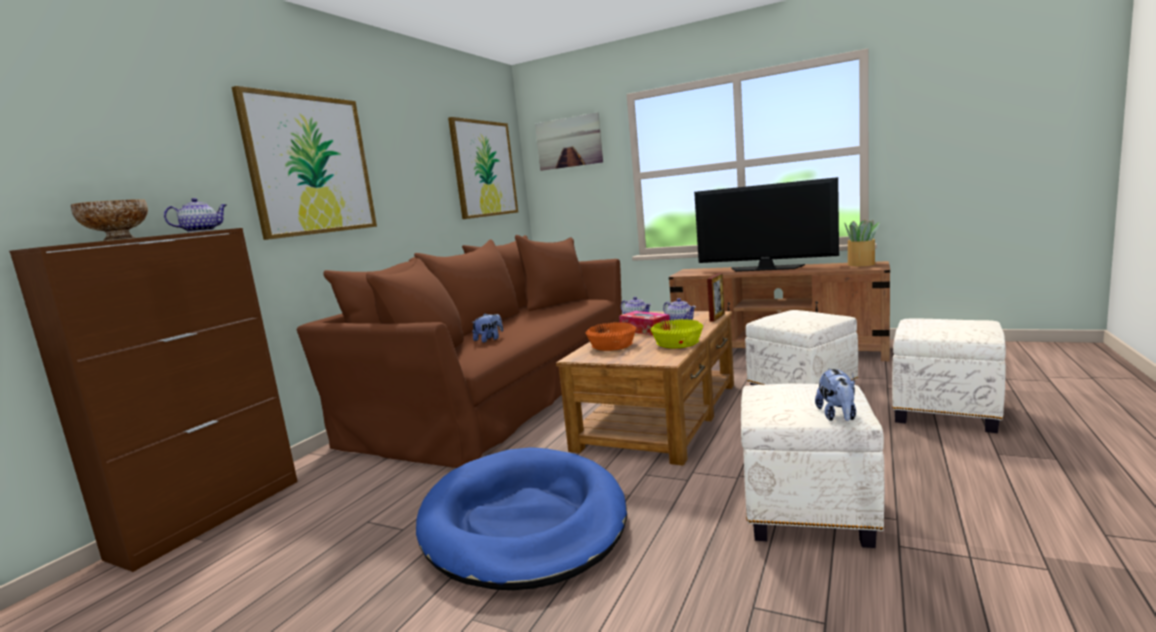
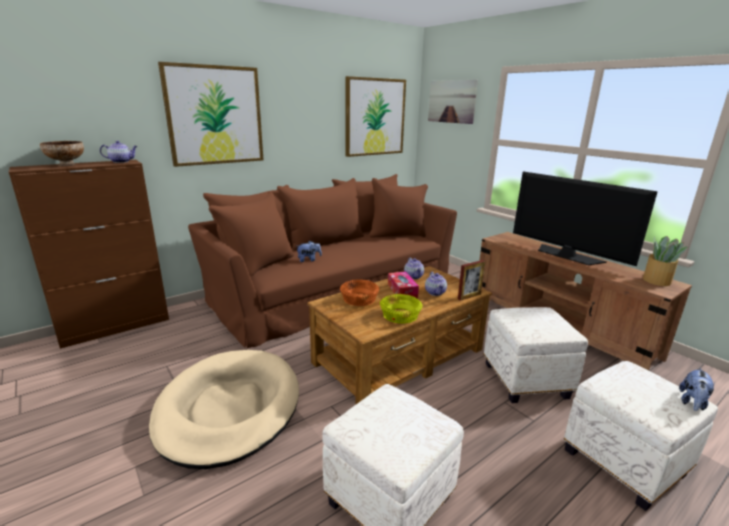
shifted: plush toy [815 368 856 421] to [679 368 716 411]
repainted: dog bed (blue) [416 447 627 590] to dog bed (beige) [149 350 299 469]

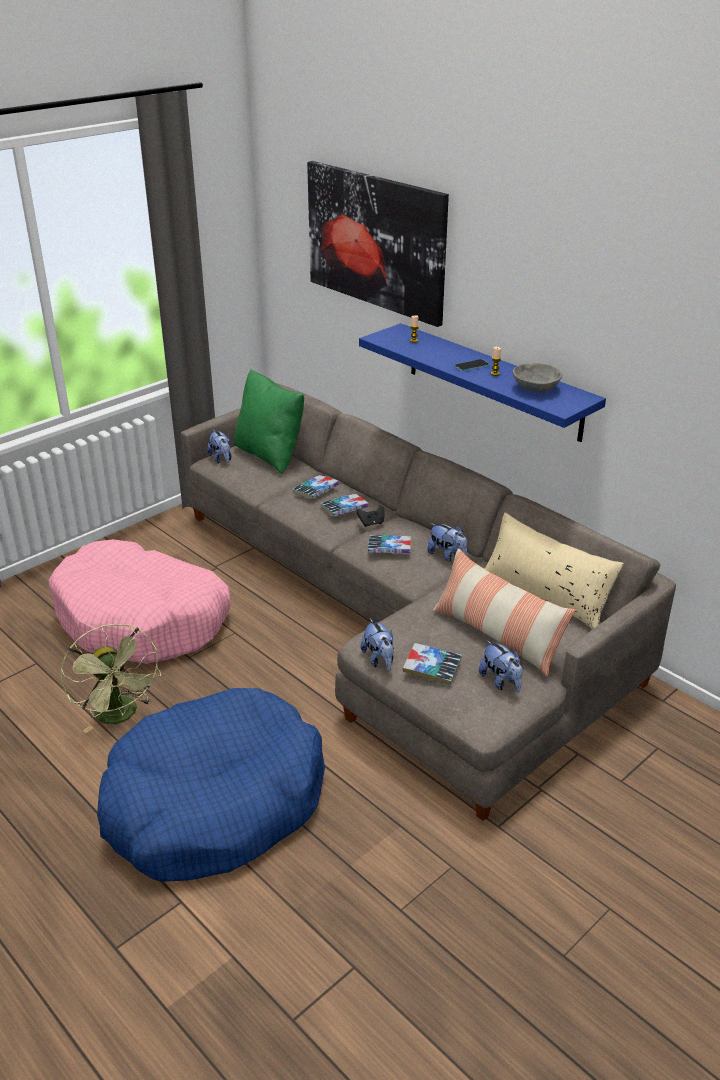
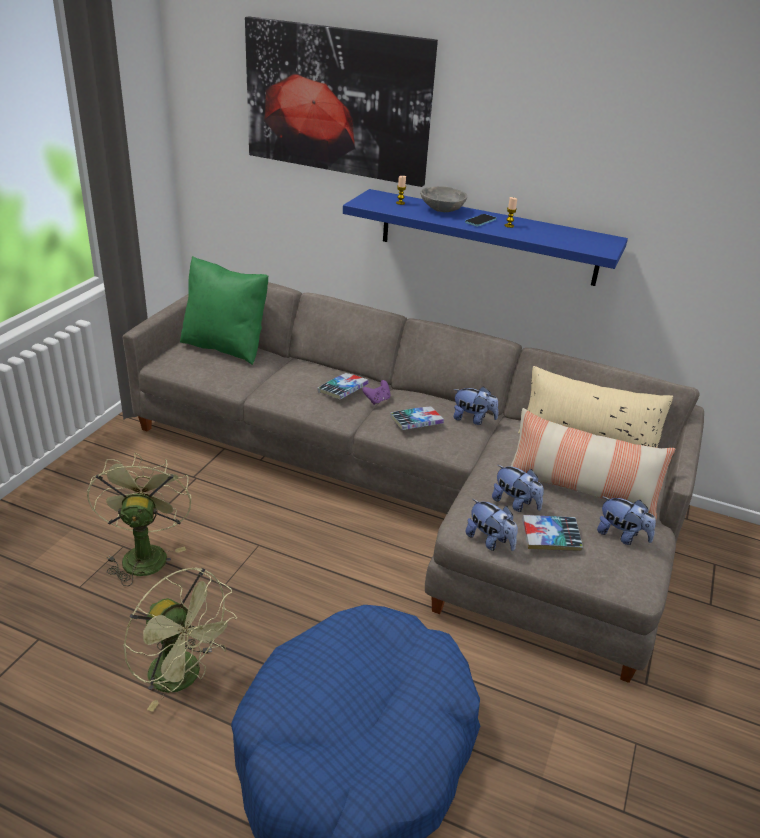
gone: book [292 475 339 499]
shifted: plush toy [207 430 231 464] to [492 465 544 512]; bowl (grey) [513 363 562 392] to [420 186 467 212]
swapped: dog bed (pink) [49 539 230 664] to fan (green) [87 453 191 586]
repainted: game controller (black) [357 505 385 527] to game controller (purple) [362 380 391 405]

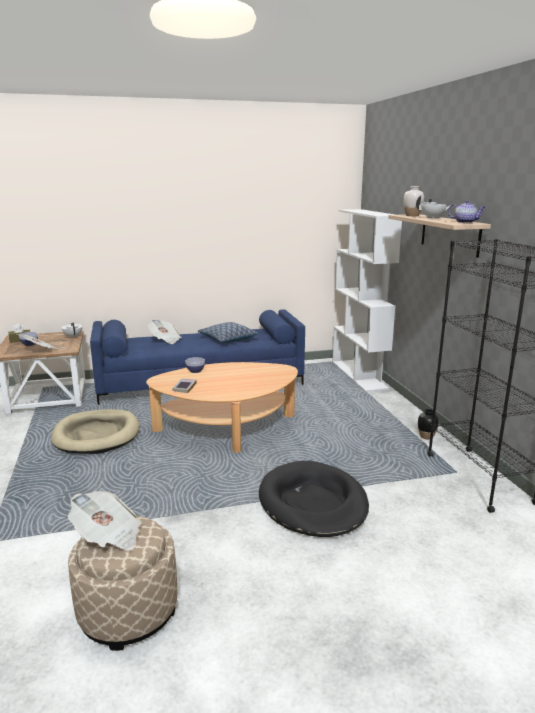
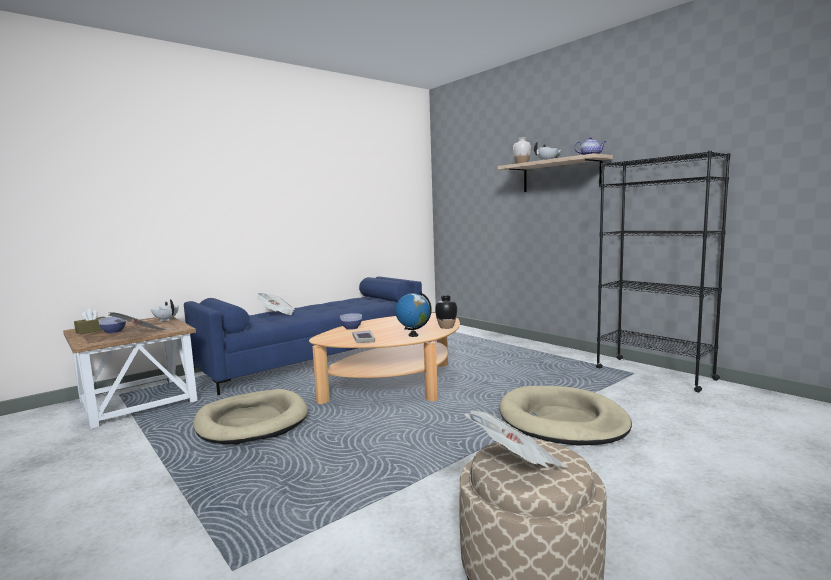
gone: pillow [198 322 258 343]; bookcase (white) [332 209 402 392]
new: globe [395 292 432 337]
shifted: vase (black) [418 409 439 439] to [435 295 457 329]
repainted: dog bed (black) [259 461 369 537] to dog bed (beige) [499 386 632 446]

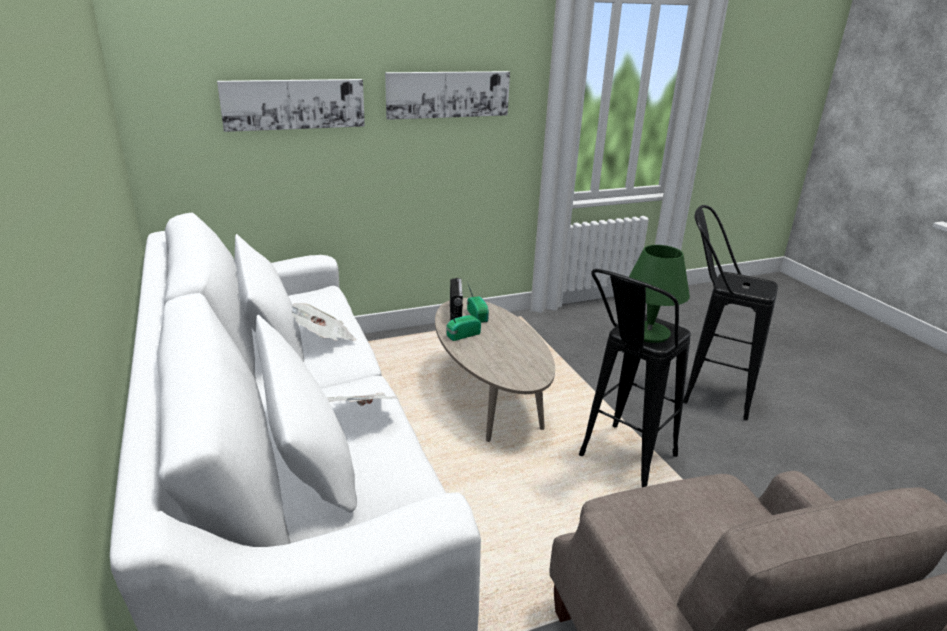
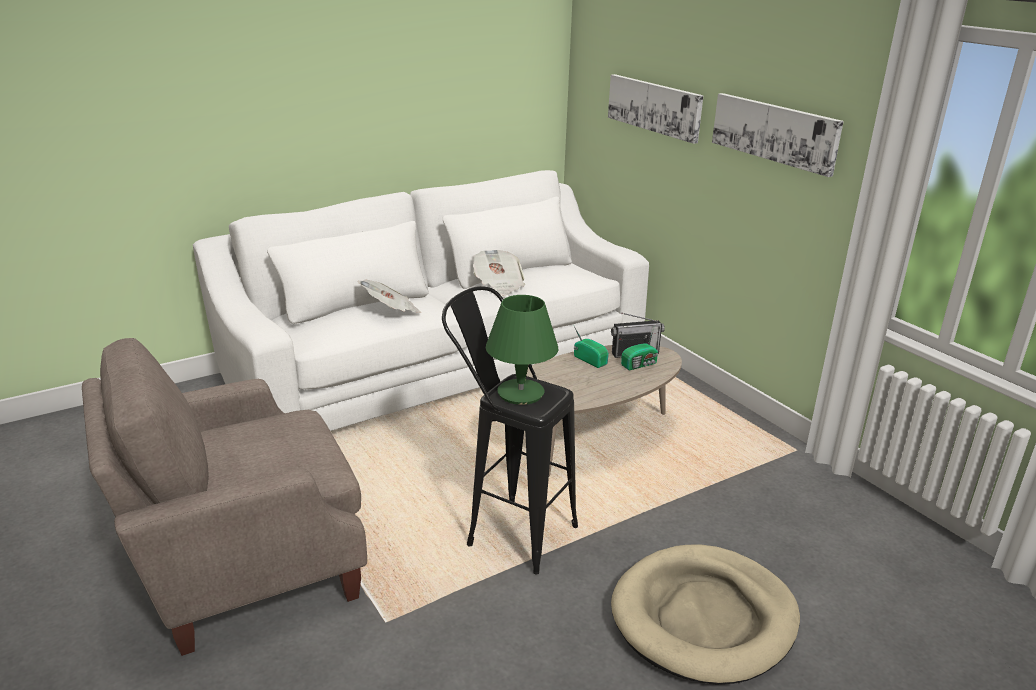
swapped: stool (black) [683 205 778 421] to dog bed (beige) [611 544 800 684]

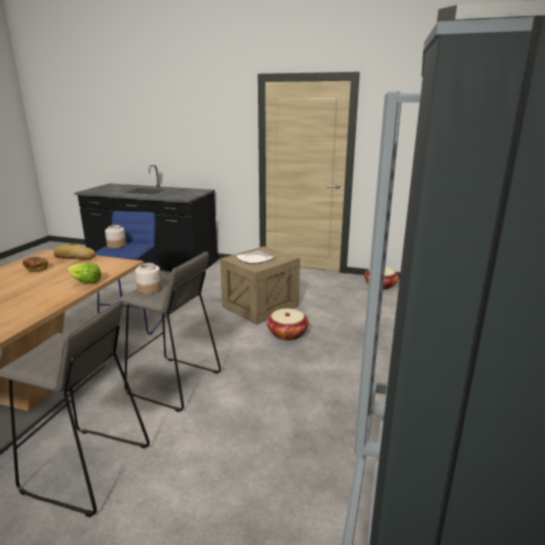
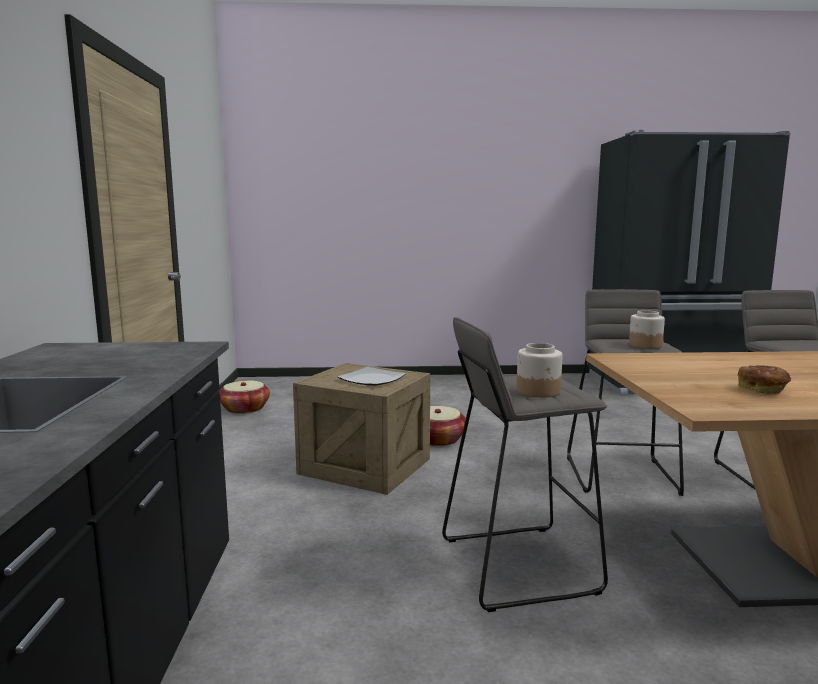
gone: bread [54 243 96 260]; lettuce [67 263 101 284]
repainted: stool (blue) [95 211 167 335] to stool (grey) [442 317 608 612]

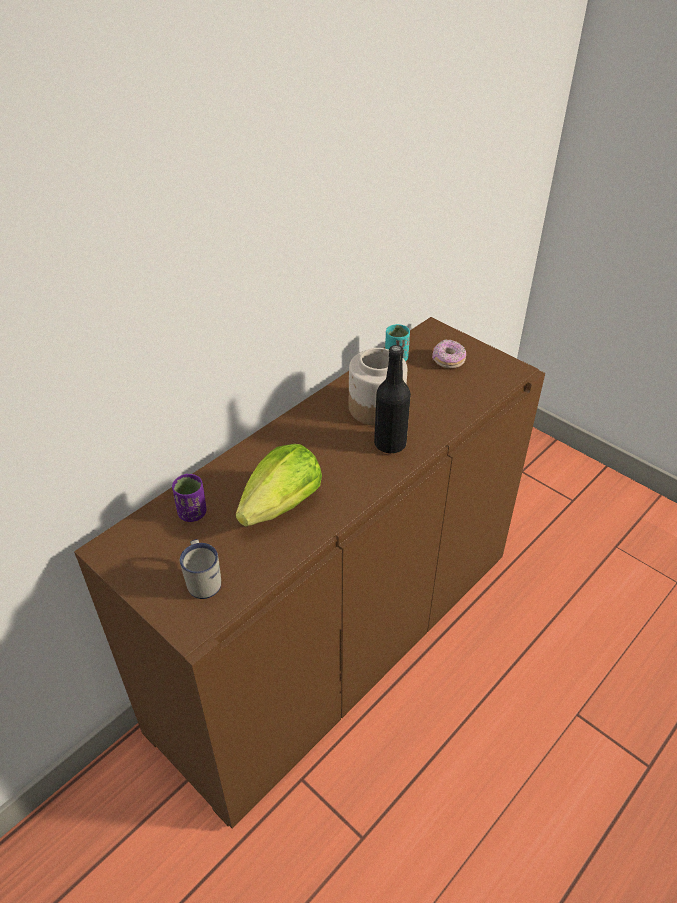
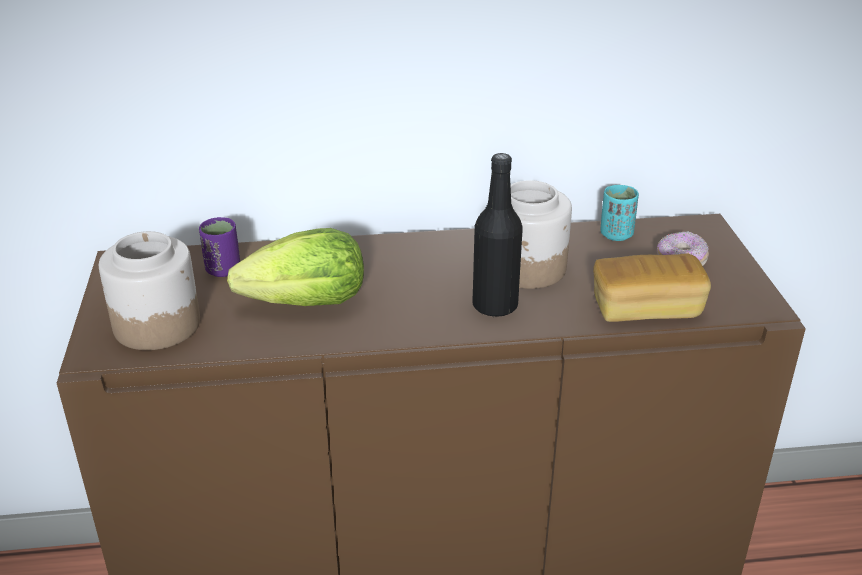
new: bread [593 253 711 322]
swapped: mug (white) [180 539 221 599] to jar [99 231 200 350]

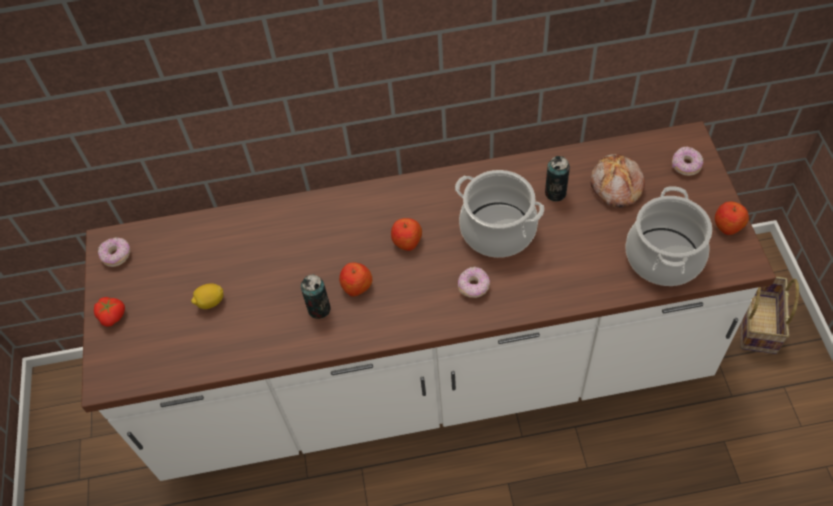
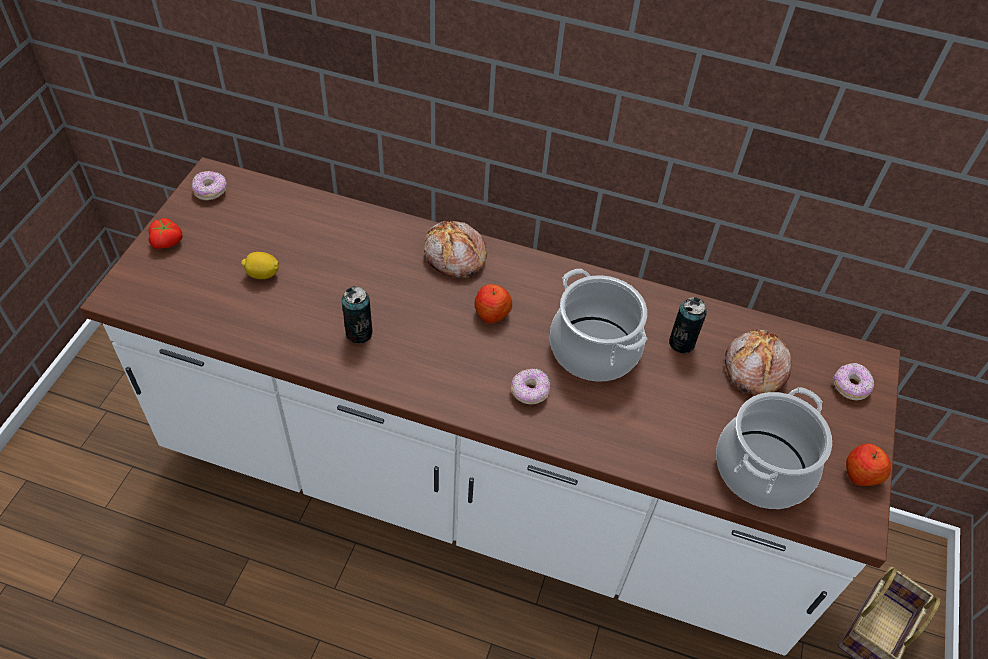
gone: apple [339 262 372 296]
new: bread [424 221 487 278]

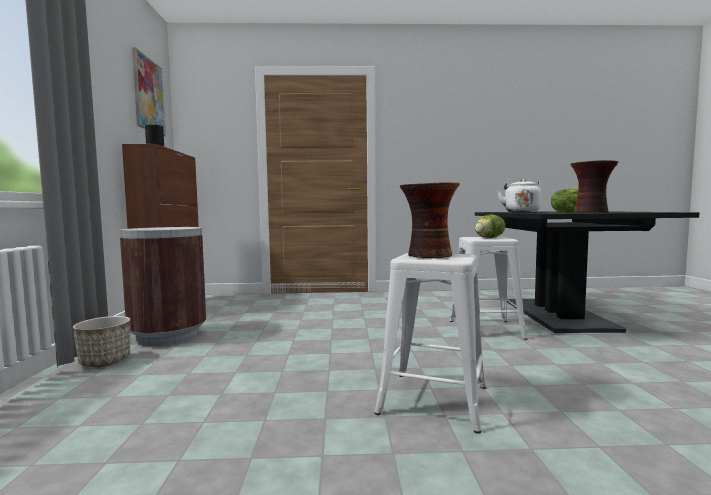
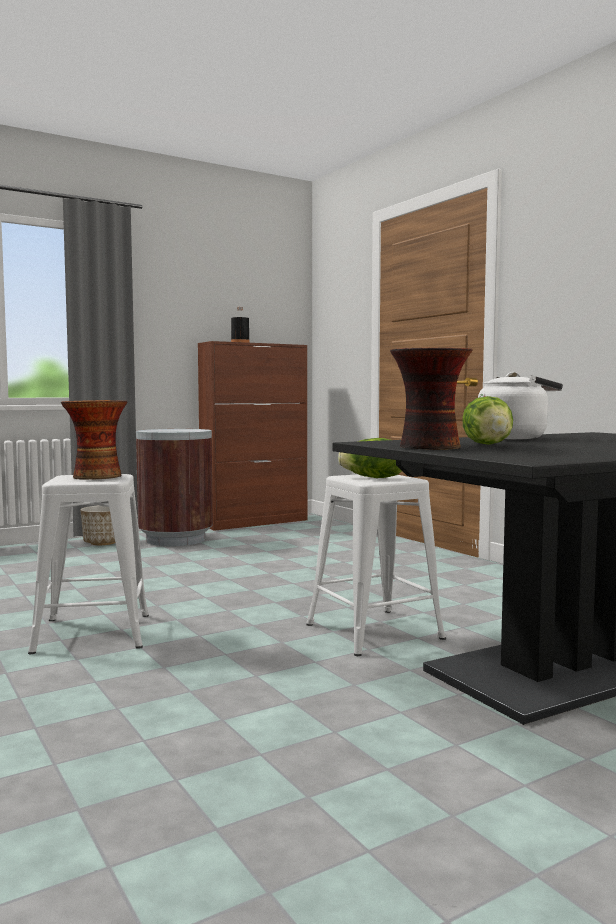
gone: picture [132 47 166 136]

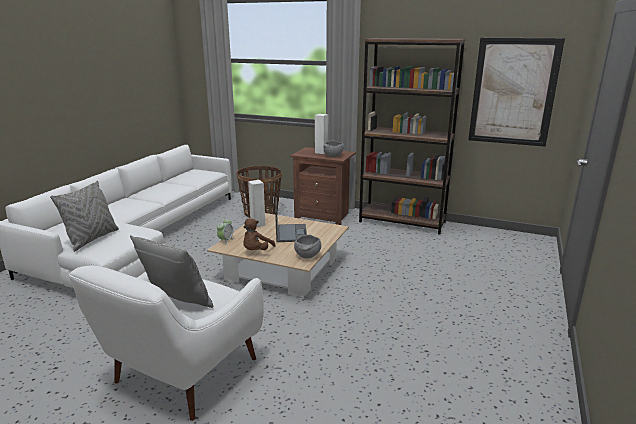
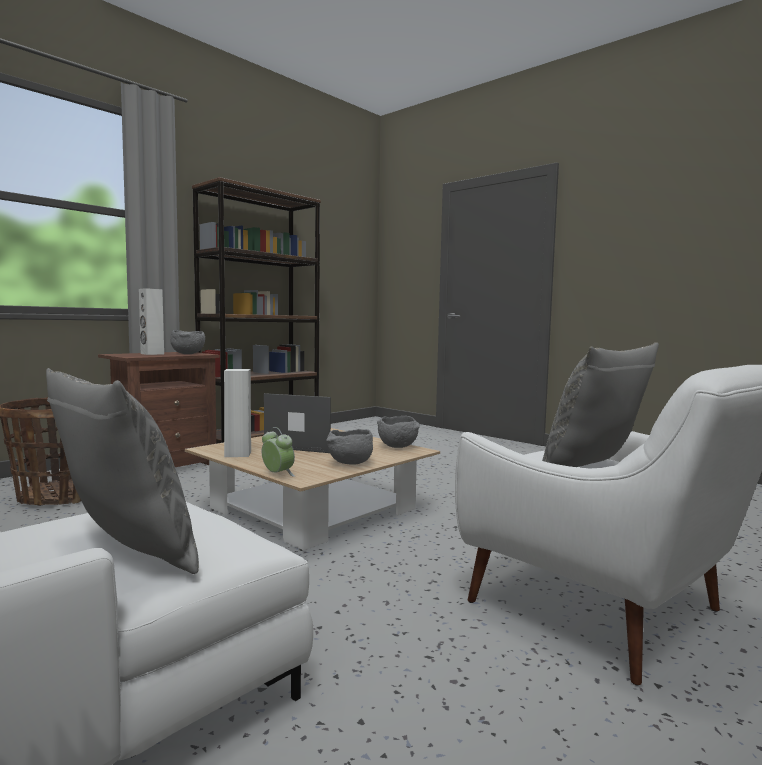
gone: picture [468 38 565 147]
swapped: plush toy (brown) [243 218 276 250] to bowl (grey) [326 429 373 465]

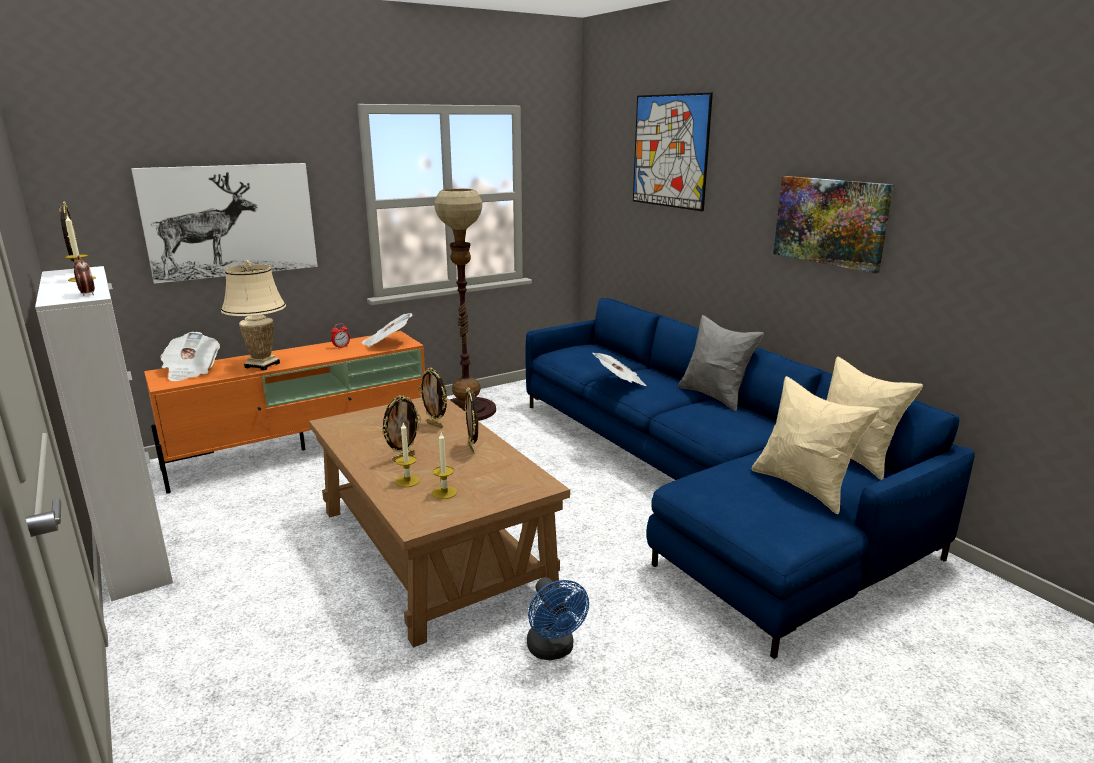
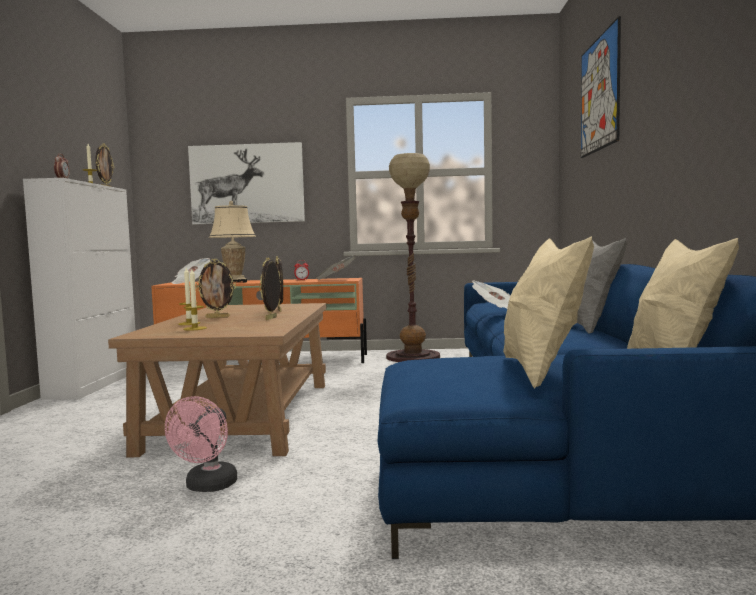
gone: picture [773 176 894 273]
repainted: fan (blue) [527 577 589 660] to fan (pink) [165 396 237 492]

